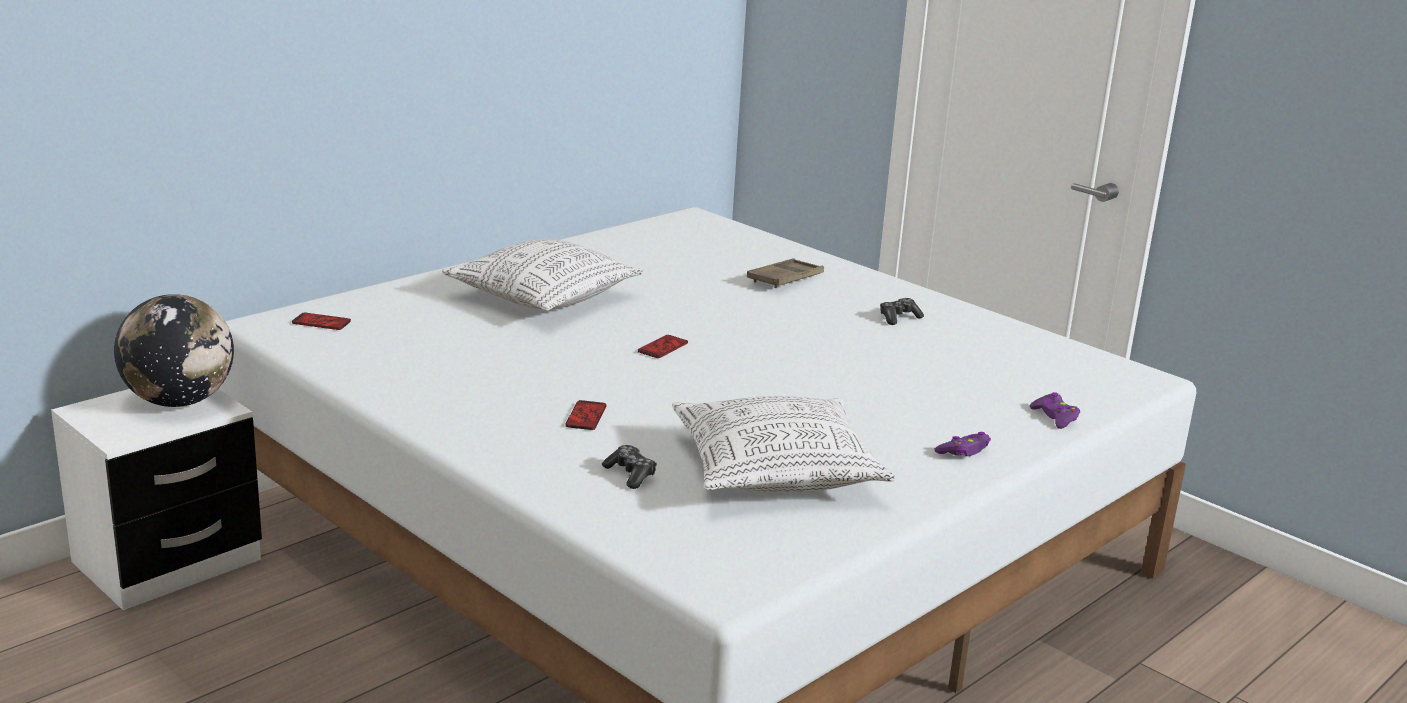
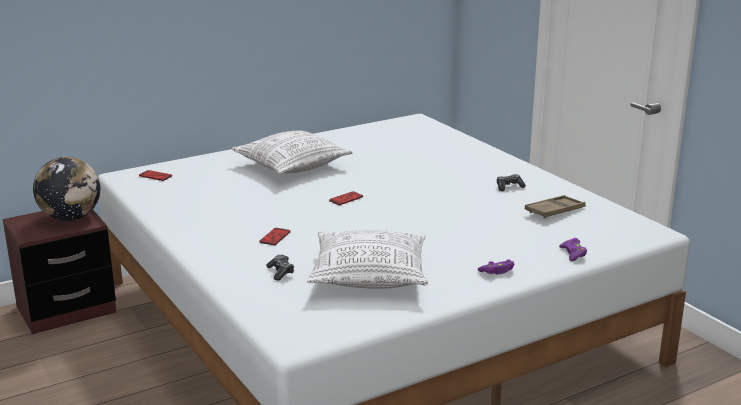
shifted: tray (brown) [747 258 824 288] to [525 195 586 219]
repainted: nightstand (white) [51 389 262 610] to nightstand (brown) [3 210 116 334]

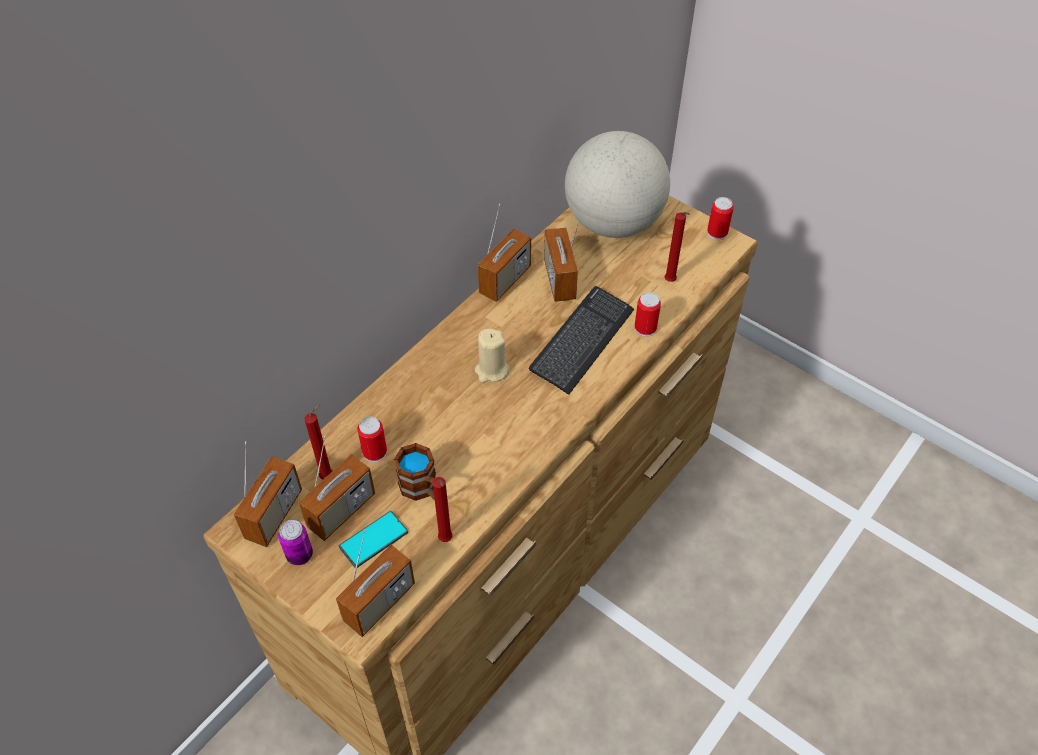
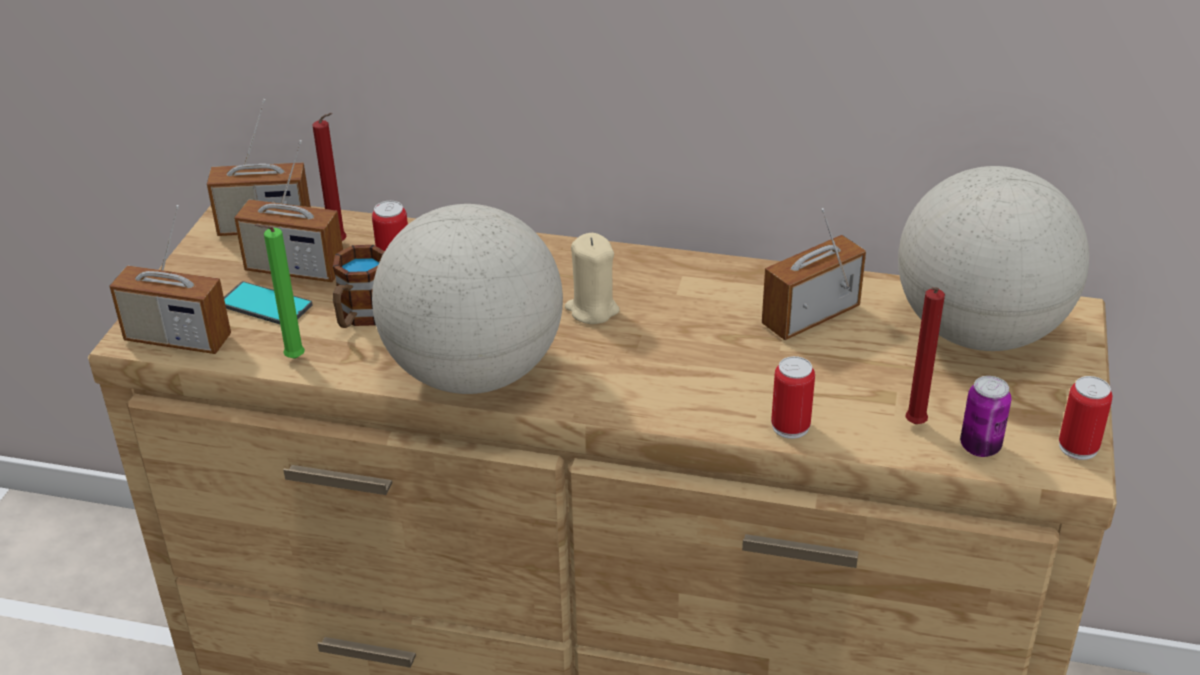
gone: radio [478 203 531 302]; keyboard [529 286 634 395]
new: globe [372 204 563 394]
shifted: can [278 520 313 565] to [960 376 1011 457]
repainted: candle (red) [433 477 453 542] to candle (green) [255 224 305 359]

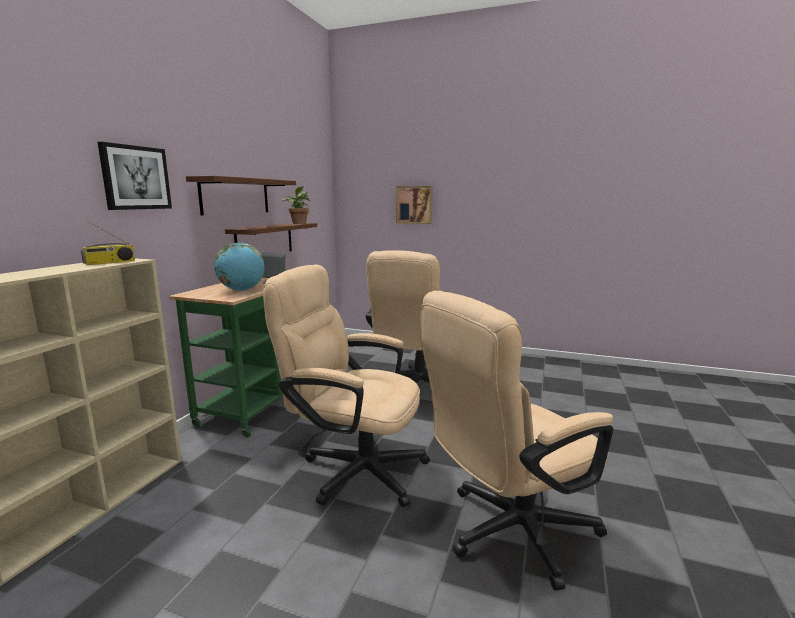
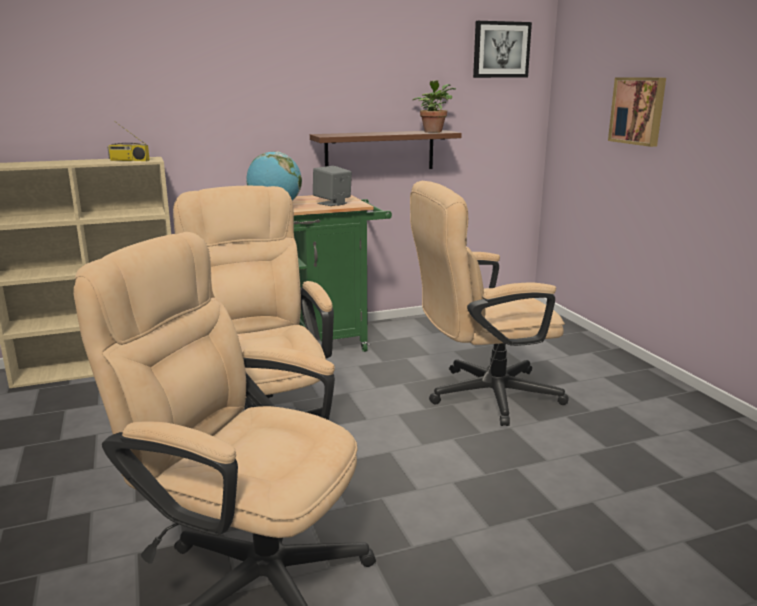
gone: shelf (brown) [186 176 296 216]
shifted: picture [98 142 172 210] to [473 21 532 78]

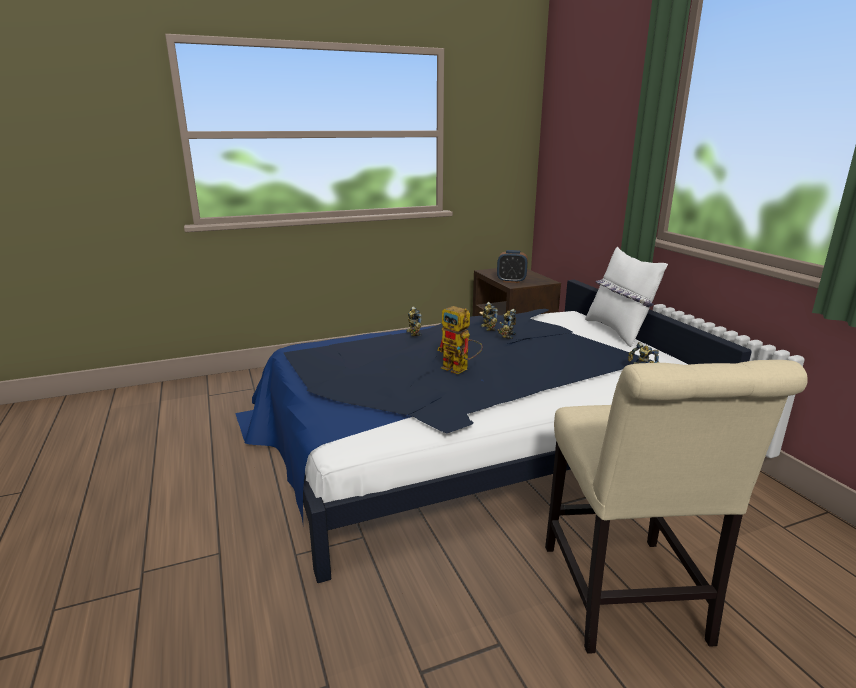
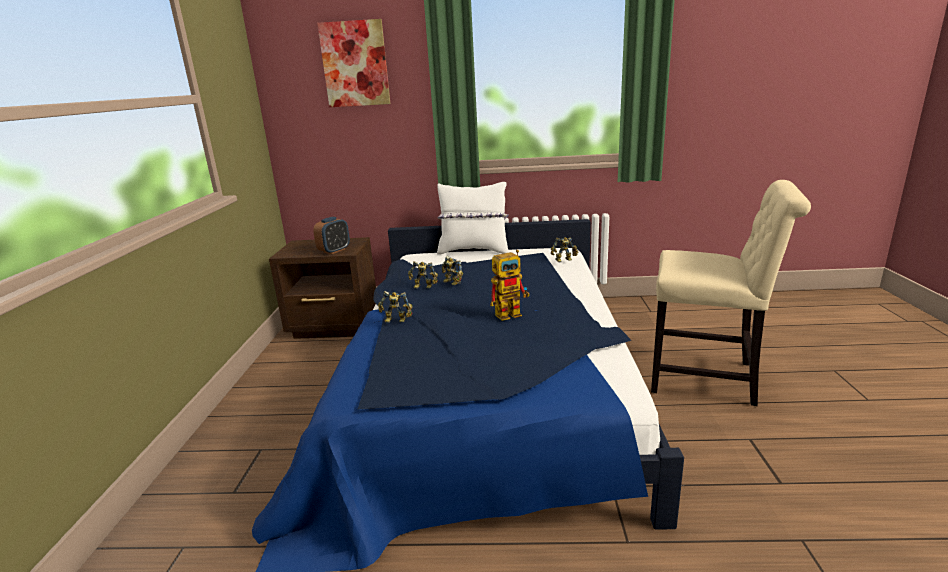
new: picture [317 19 390 107]

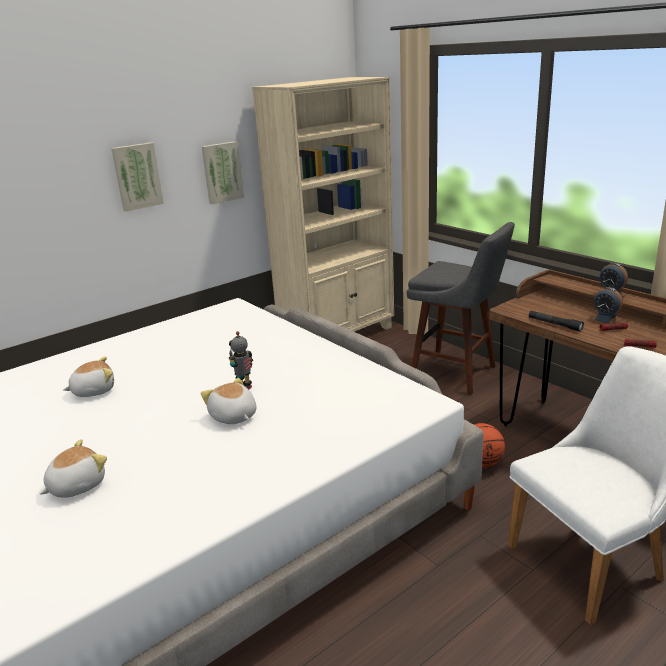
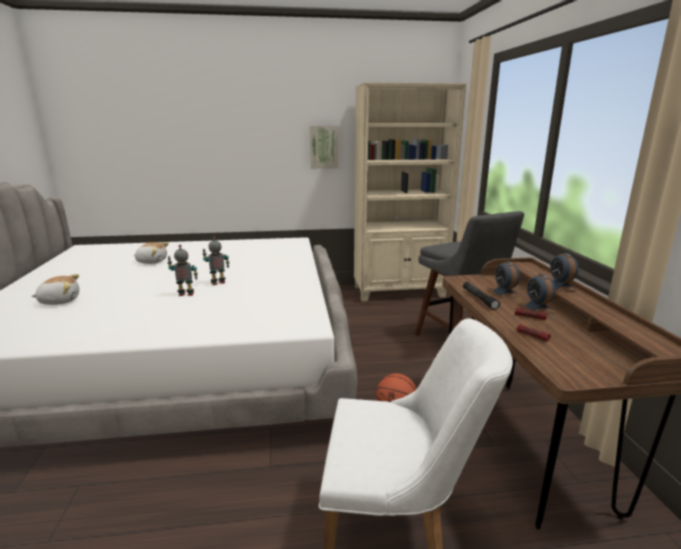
gone: picture [111 142 164 211]
new: alarm clock [491 261 520 298]
swapped: plush toy [201 378 257 424] to toy robot [167 245 198 296]

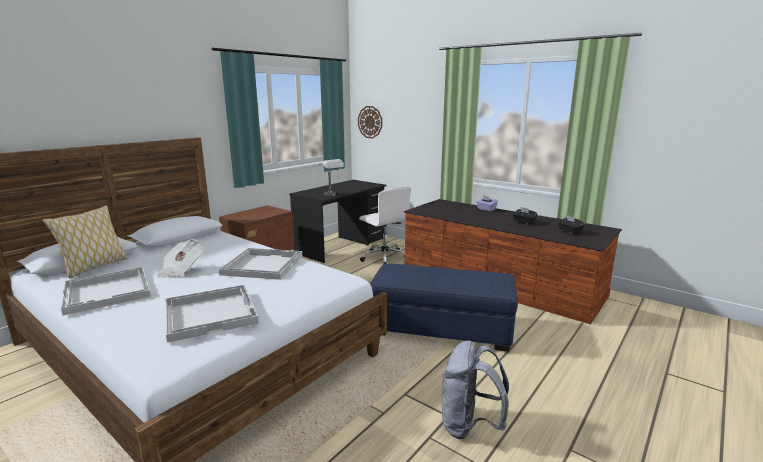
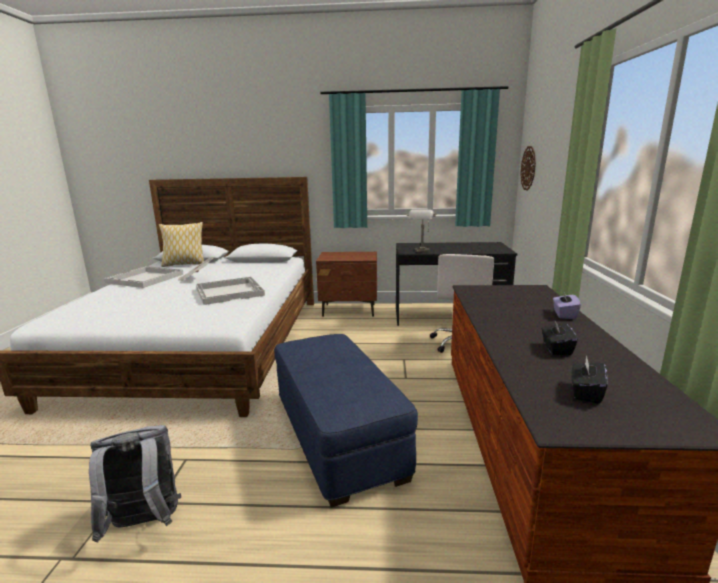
gone: tray (white) [165 285 259 343]

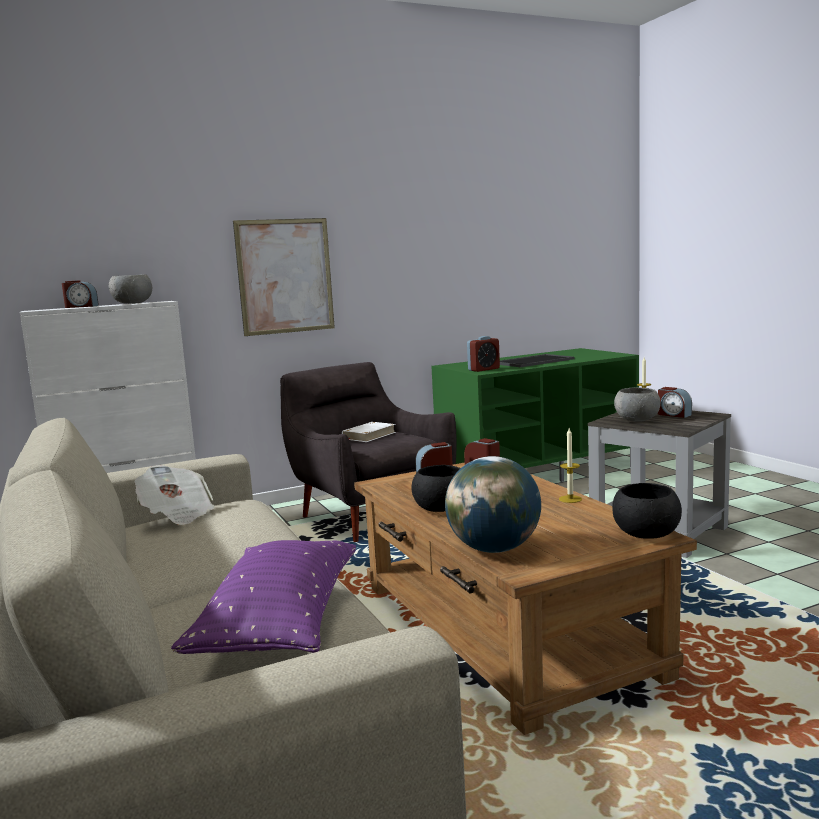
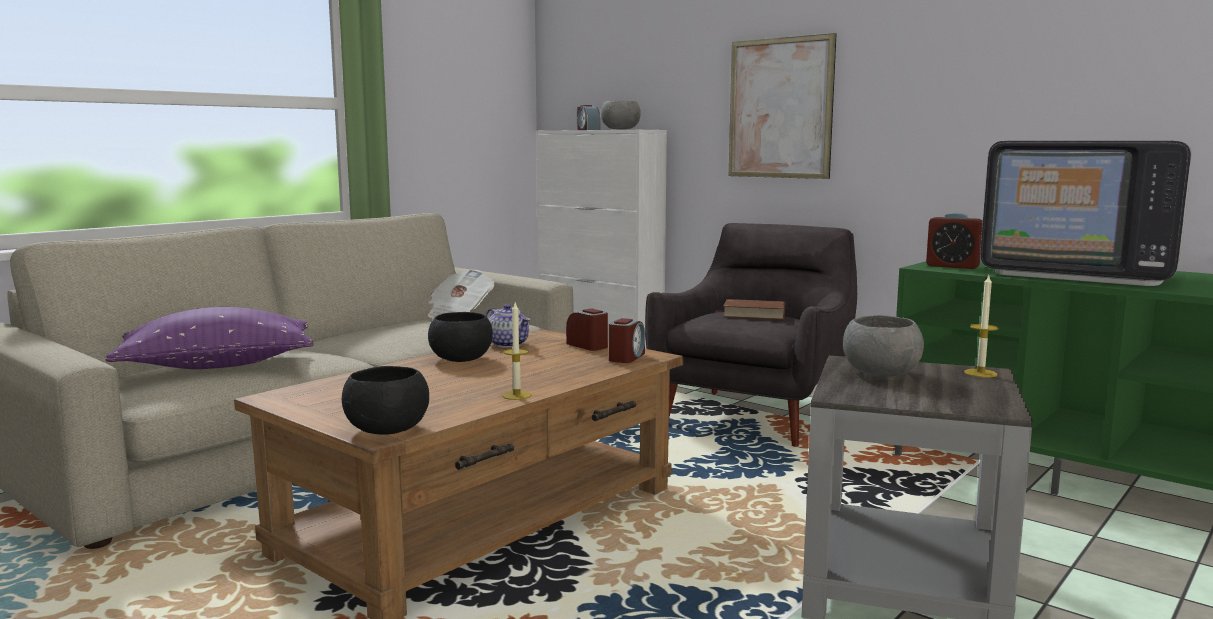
gone: globe [445 456 541 553]; alarm clock [658 387 692 418]
new: teapot [486 304 530 348]
swapped: tray [500 354 574 367] to television [980 140 1192 286]
repainted: book (white) [342 422 396 442] to book (brown) [716 299 785 320]

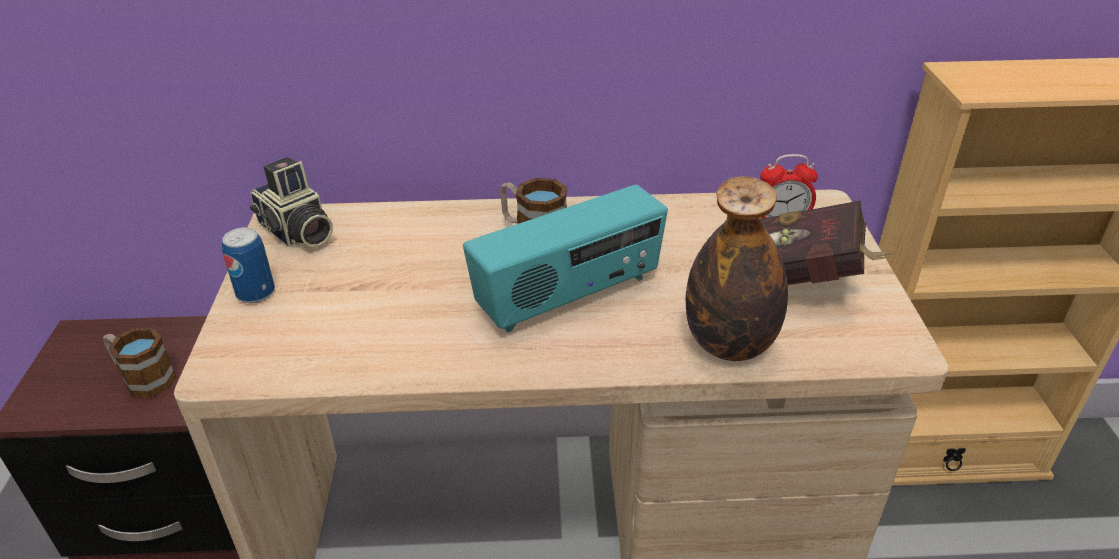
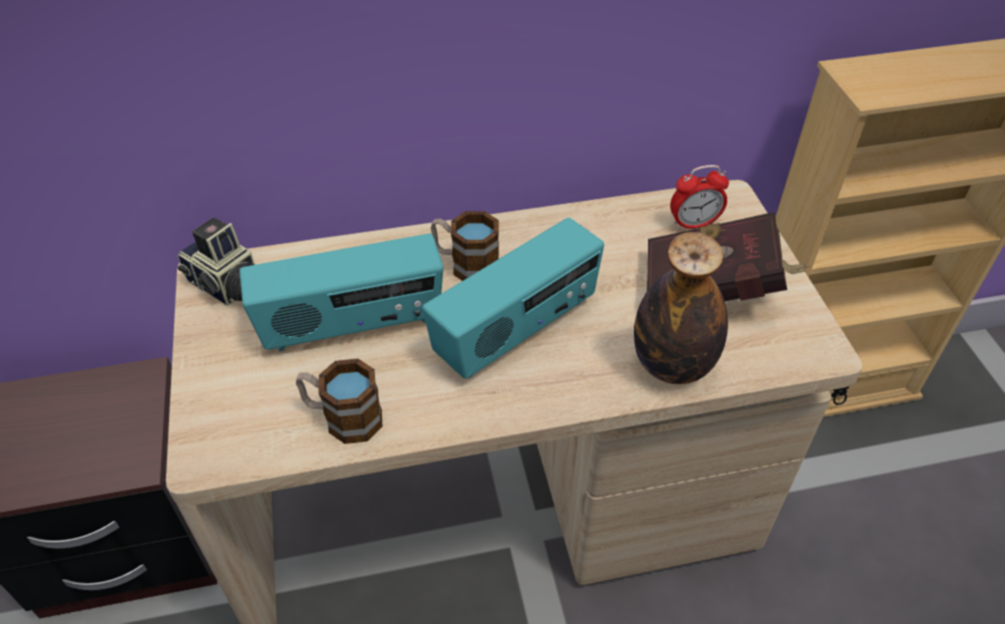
gone: can [222 227 275 303]
new: radio [239 234 443 351]
shifted: mug [103 328 177 398] to [296 359 383 444]

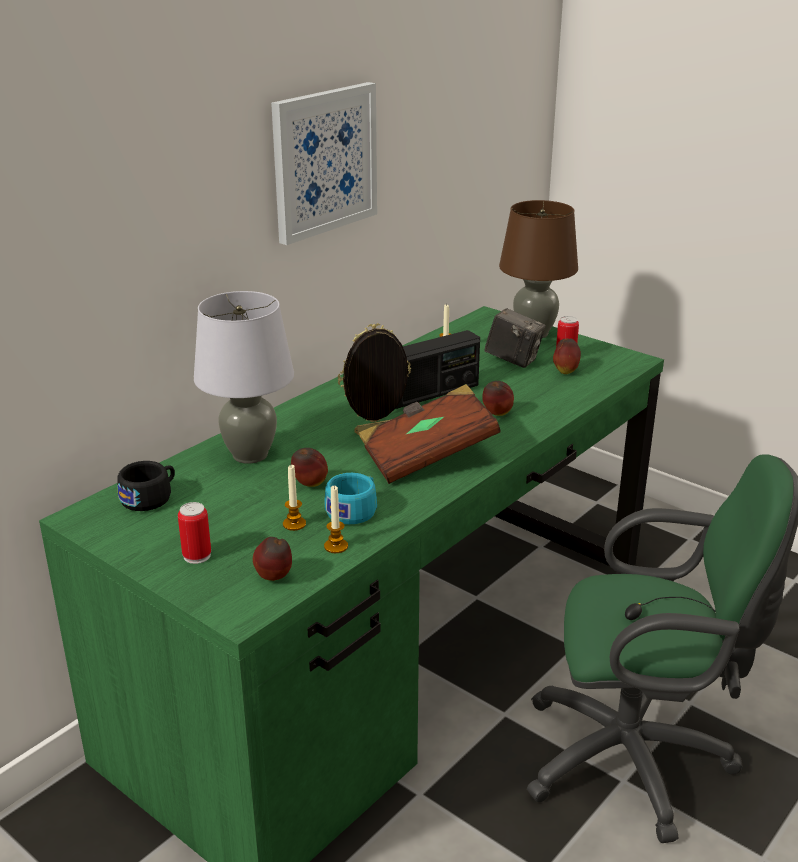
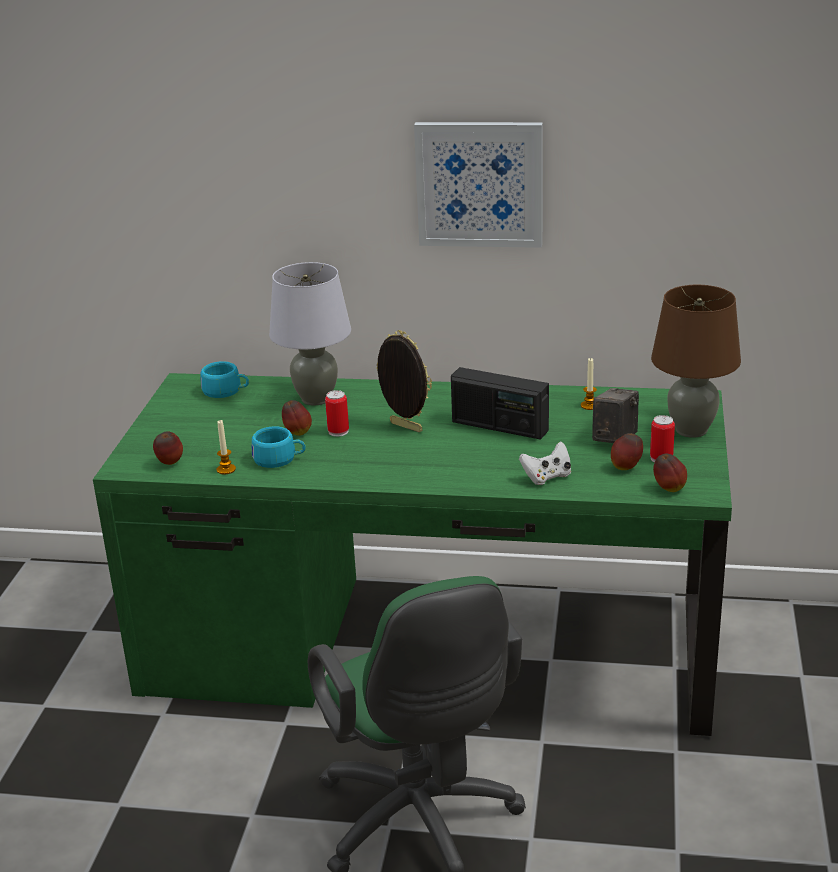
gone: candle [283 465 306 531]; book (brown) [358 384 501 484]
new: game controller (white) [519 441 571 485]
shifted: can [178 502 211 564] to [325 390 349 437]; apple [482 381 514 416] to [653 454 687 492]
repainted: cup (black) [117 461 175 511] to cup (turquoise) [201 361 249 398]
rotated: photo camera [484 308 546 368] = [592 388 639 443] 150 degrees counterclockwise

